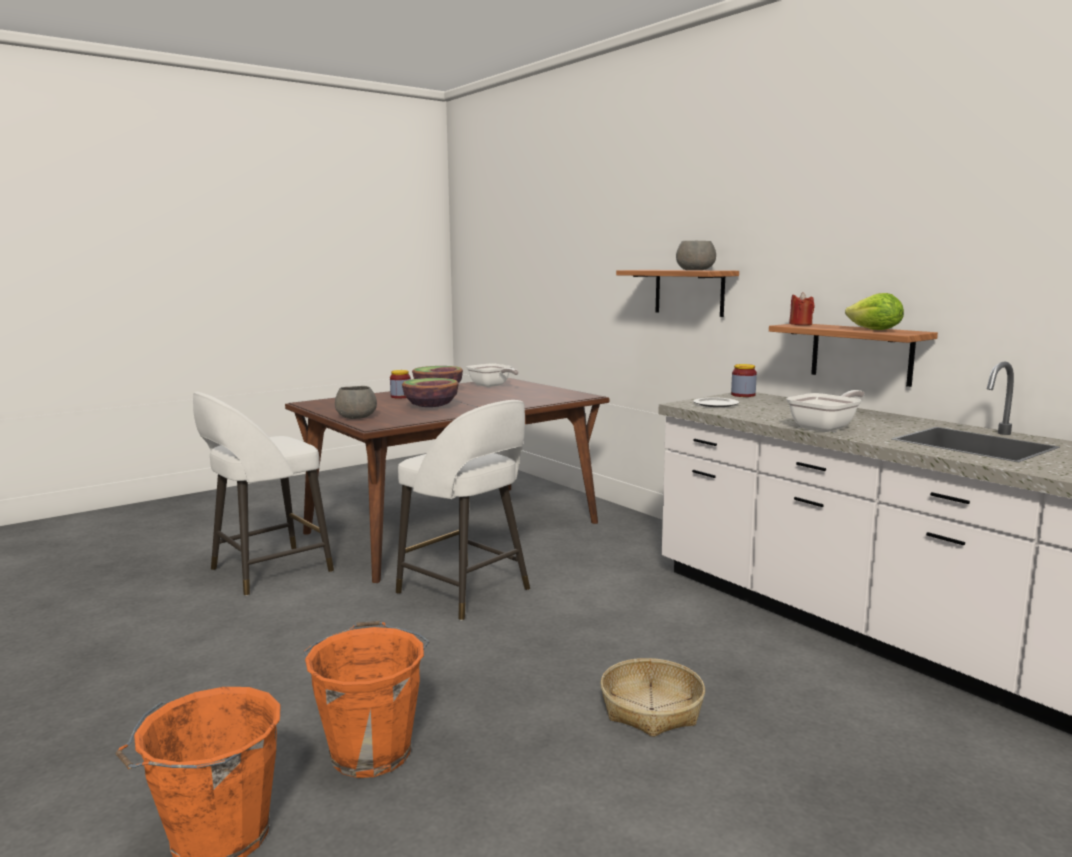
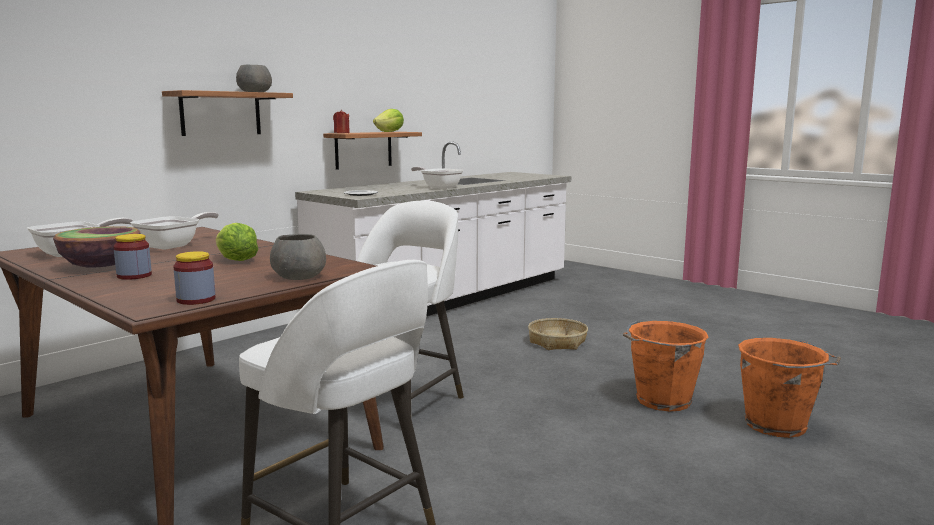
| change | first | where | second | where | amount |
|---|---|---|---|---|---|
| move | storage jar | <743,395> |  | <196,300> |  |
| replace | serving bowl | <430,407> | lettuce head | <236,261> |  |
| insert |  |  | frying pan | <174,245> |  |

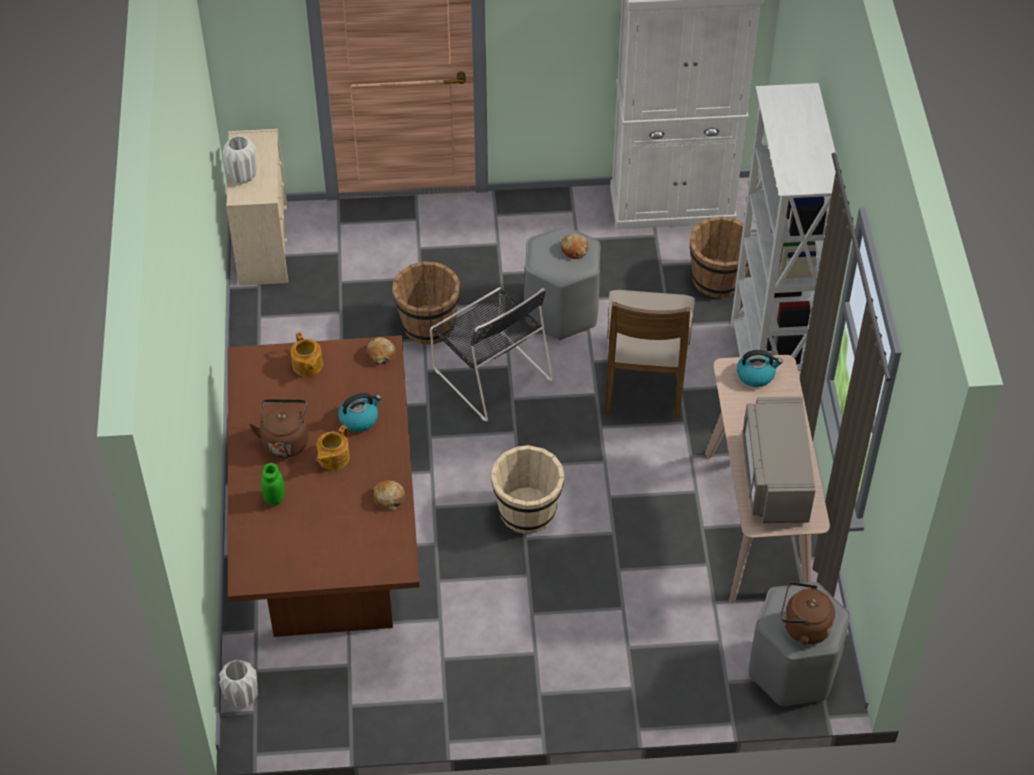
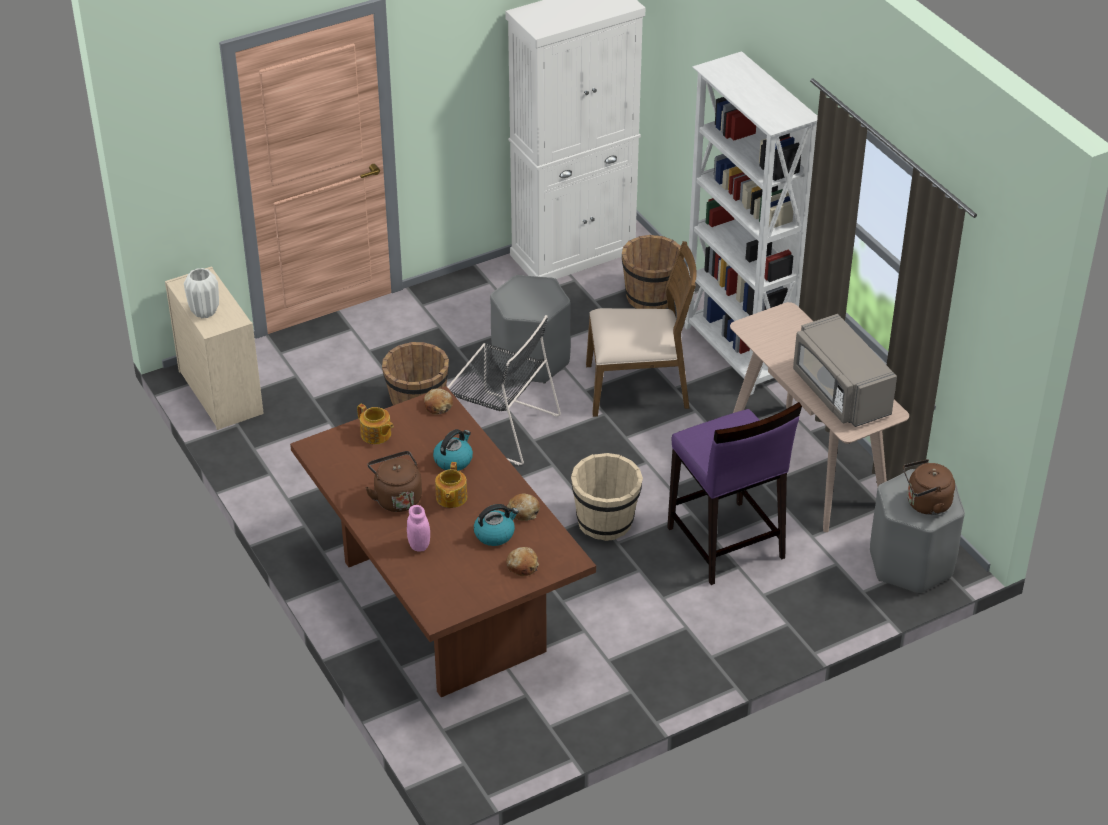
| change | first | where | second | where | amount |
|---|---|---|---|---|---|
| move | bread | <574,249> |  | <522,565> |  |
| rotate | chair (brown-coloured) | <645,376> |  | <638,387> | 75 degrees counterclockwise |
| move | kettle | <756,375> |  | <495,534> |  |
| recolor | storage jar (green-coloured) | <274,498> | storage jar (pinkish) | <419,545> |  |
| delete | flower vase (white) | <241,697> |  |  |  |
| insert |  |  | stool seat (purplish) | <725,544> |  |

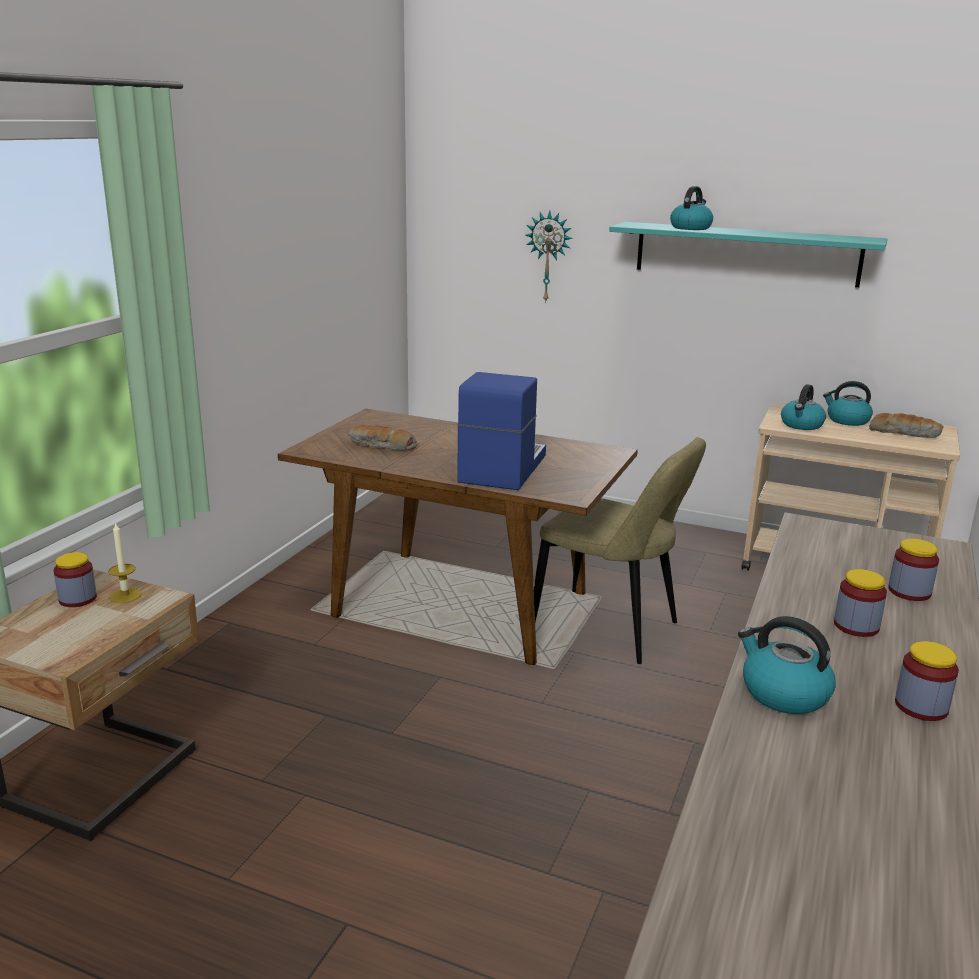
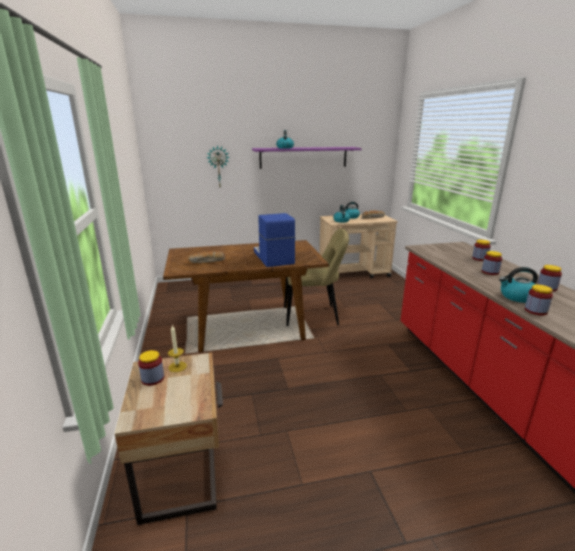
| change | first | where | second | where | amount |
|---|---|---|---|---|---|
| recolor | bracket shelf (blue-green) | <746,254> | bracket shelf (purplish) | <303,157> |  |
| insert |  |  | storage jar | <535,311> |  |

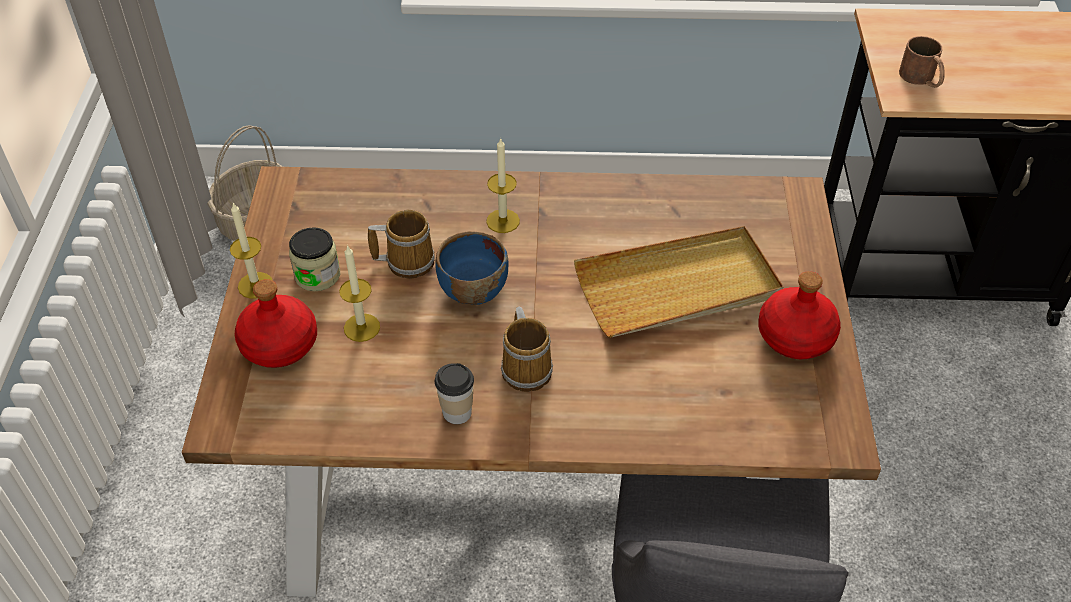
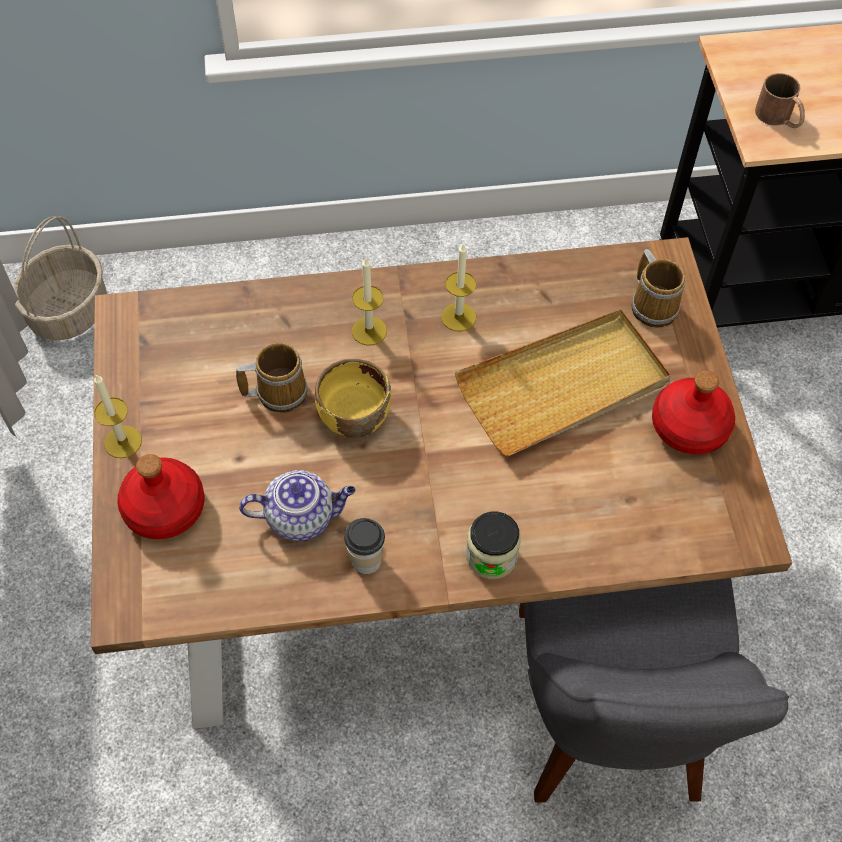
| change | first | where | second | where | amount |
|---|---|---|---|---|---|
| move | storage jar | <317,275> |  | <491,556> |  |
| recolor | serving bowl (blue) | <472,289> | serving bowl (yellow-coloured) | <353,416> |  |
| move | candle | <362,327> |  | <458,317> |  |
| move | tea mug | <527,368> |  | <654,305> |  |
| insert |  |  | teapot | <302,517> |  |

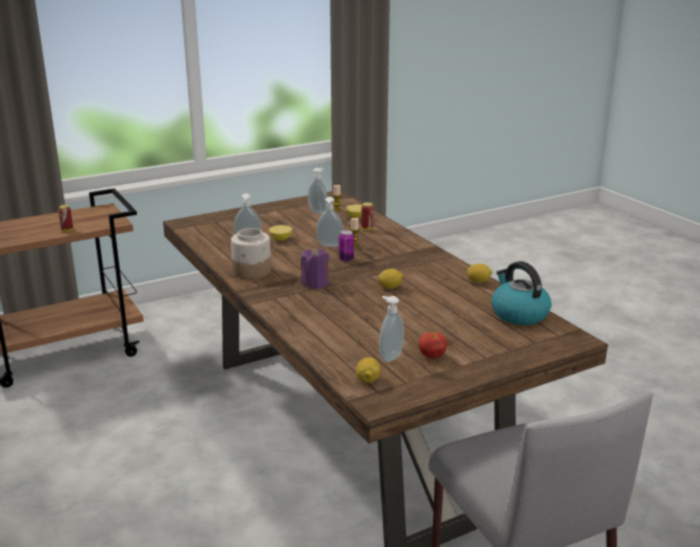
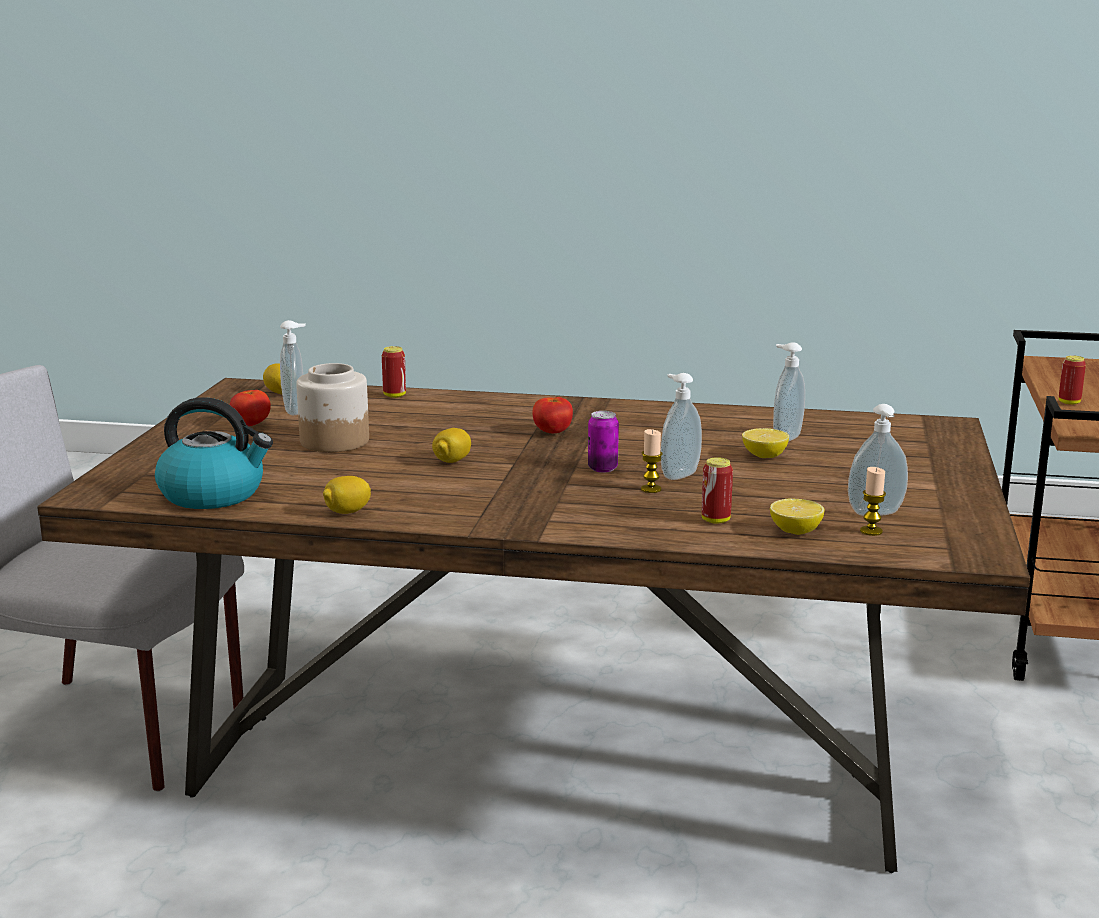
| change | first | where | second | where | amount |
|---|---|---|---|---|---|
| move | storage jar | <252,271> |  | <333,441> |  |
| replace | candle (purplish) | <315,283> | whole tomato | <552,432> |  |
| insert |  |  | metal can | <394,395> |  |

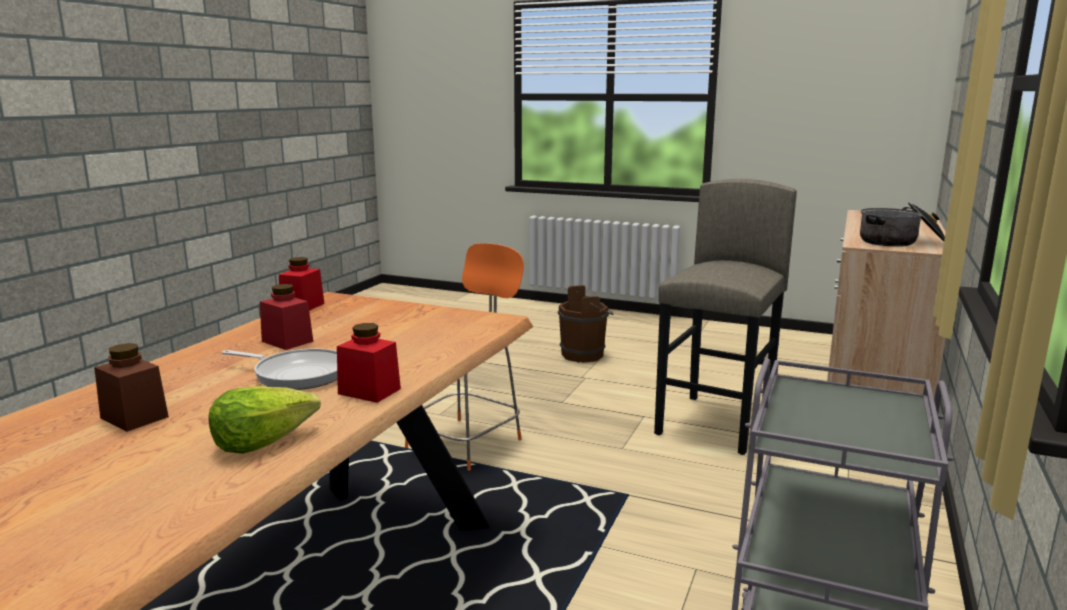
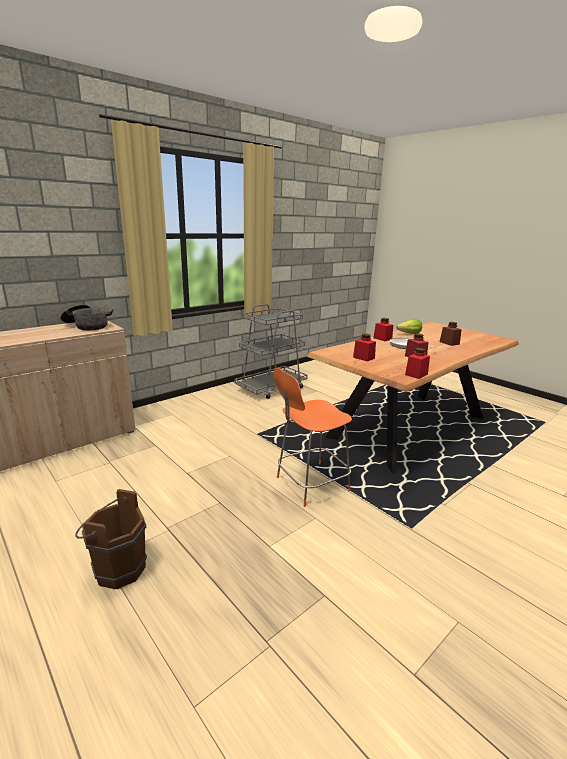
| change | first | where | second | where | amount |
|---|---|---|---|---|---|
| delete | stool seat (gray) | <716,424> |  |  |  |
| insert |  |  | storage jar (reddish) | <363,358> |  |

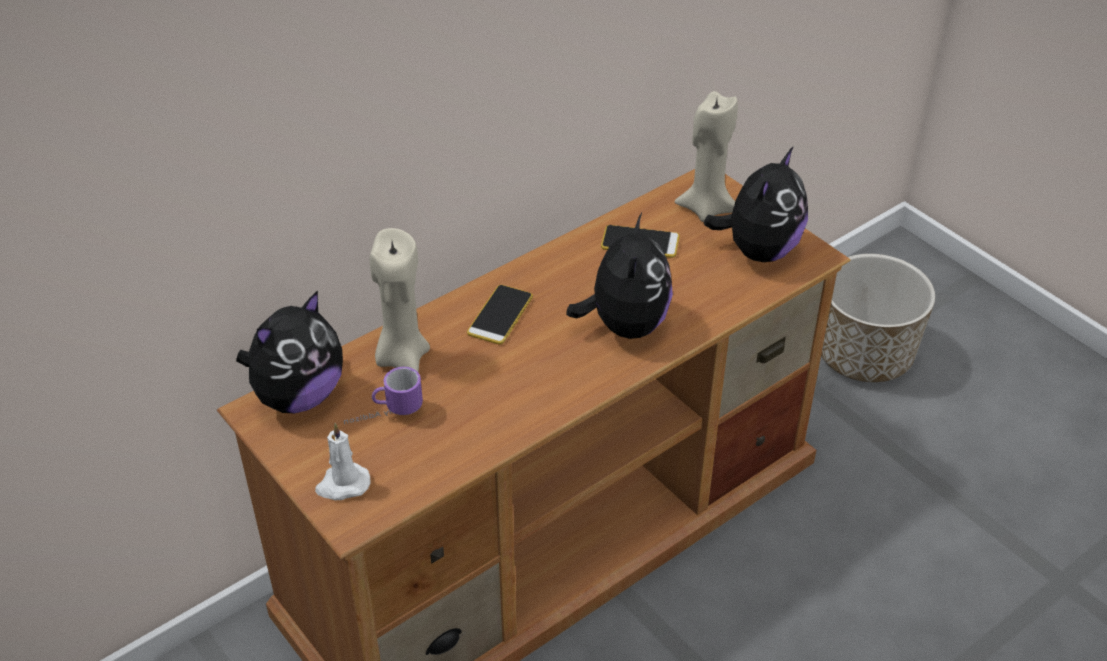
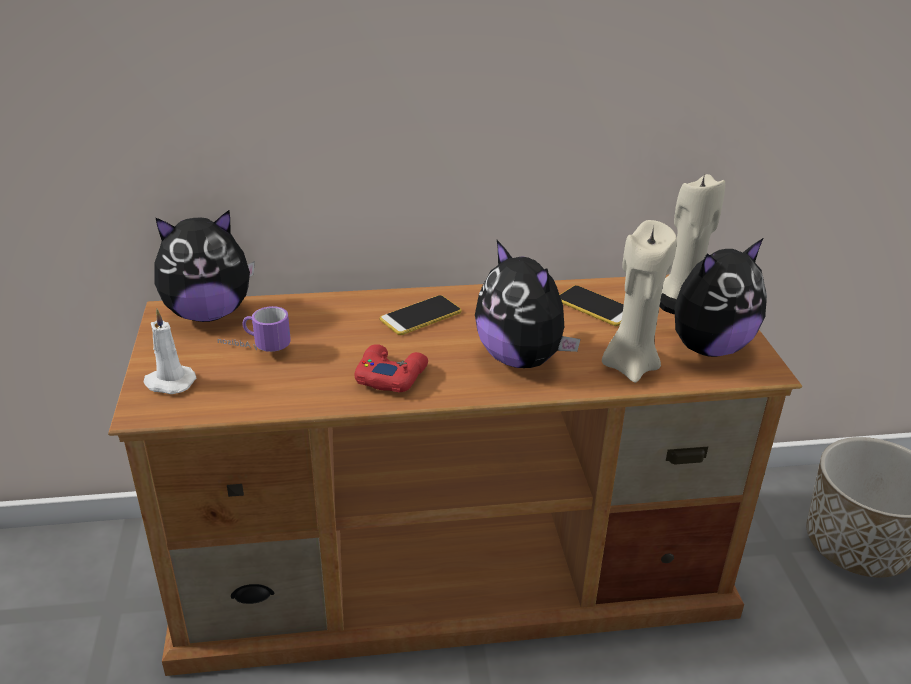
| change | first | where | second | where | amount |
|---|---|---|---|---|---|
| rotate | plush toy | <624,325> |  | <521,359> | 105 degrees clockwise |
| move | candle (sand-coloured) | <402,357> |  | <630,366> |  |
| insert |  |  | joypad (reddish) | <390,375> |  |

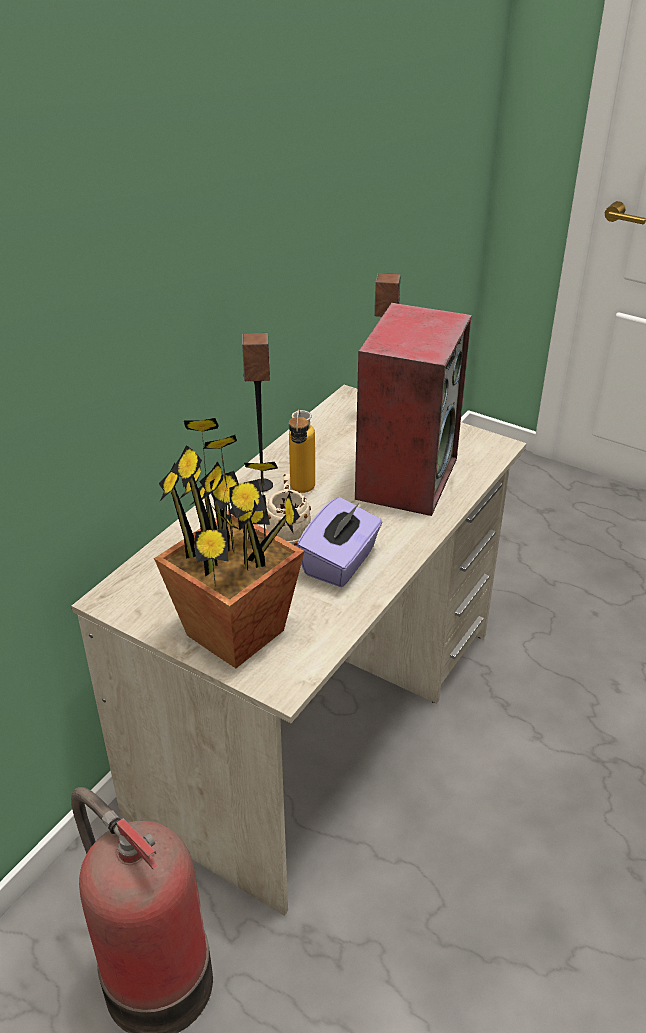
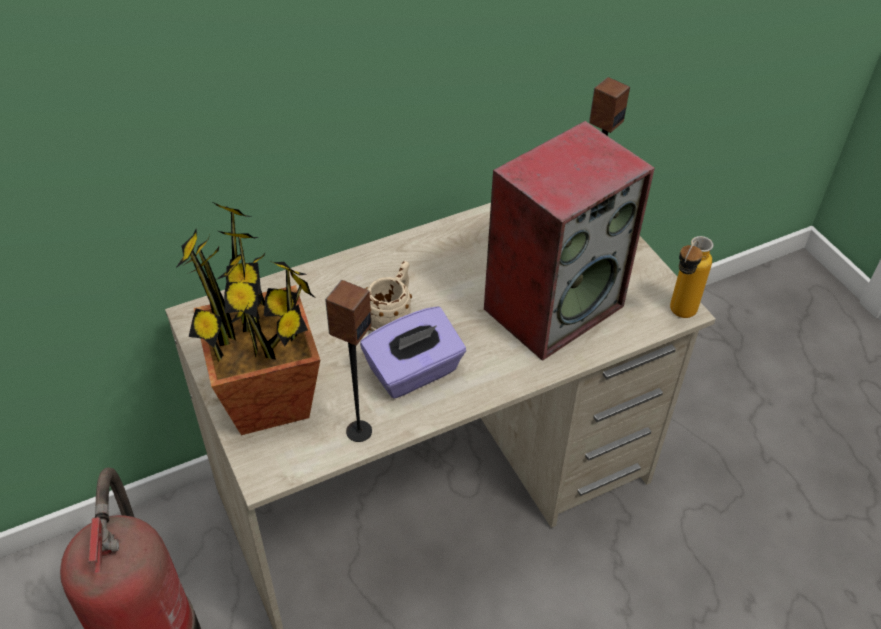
| change | first | where | second | where | amount |
|---|---|---|---|---|---|
| move | loudspeaker | <262,485> |  | <358,431> |  |
| move | bottle | <301,492> |  | <677,316> |  |

